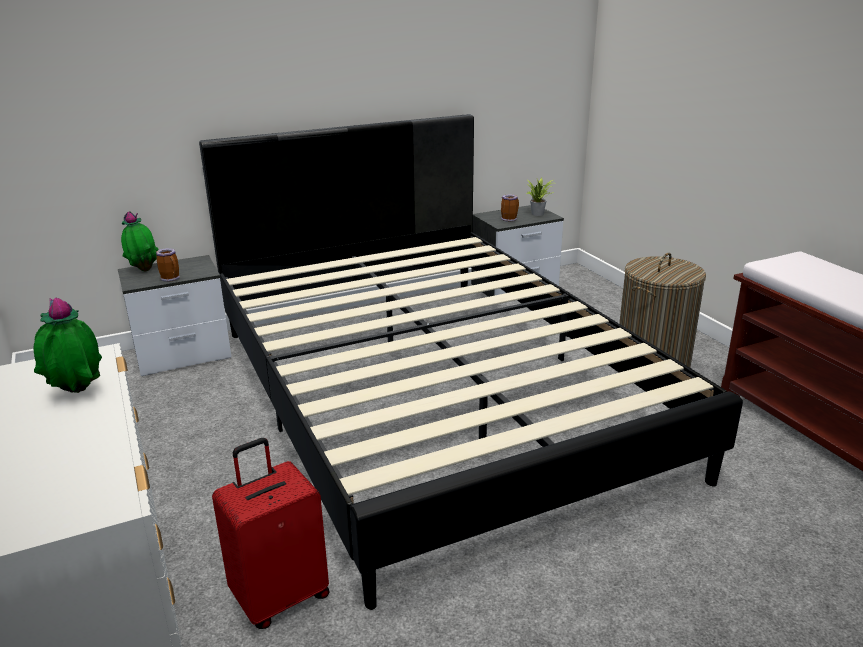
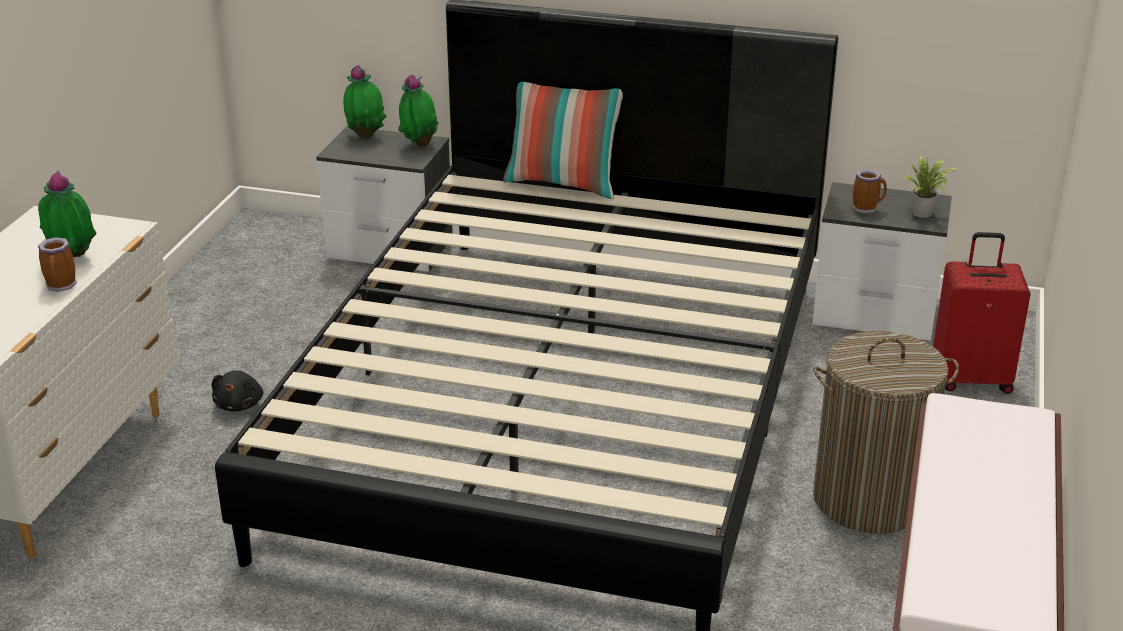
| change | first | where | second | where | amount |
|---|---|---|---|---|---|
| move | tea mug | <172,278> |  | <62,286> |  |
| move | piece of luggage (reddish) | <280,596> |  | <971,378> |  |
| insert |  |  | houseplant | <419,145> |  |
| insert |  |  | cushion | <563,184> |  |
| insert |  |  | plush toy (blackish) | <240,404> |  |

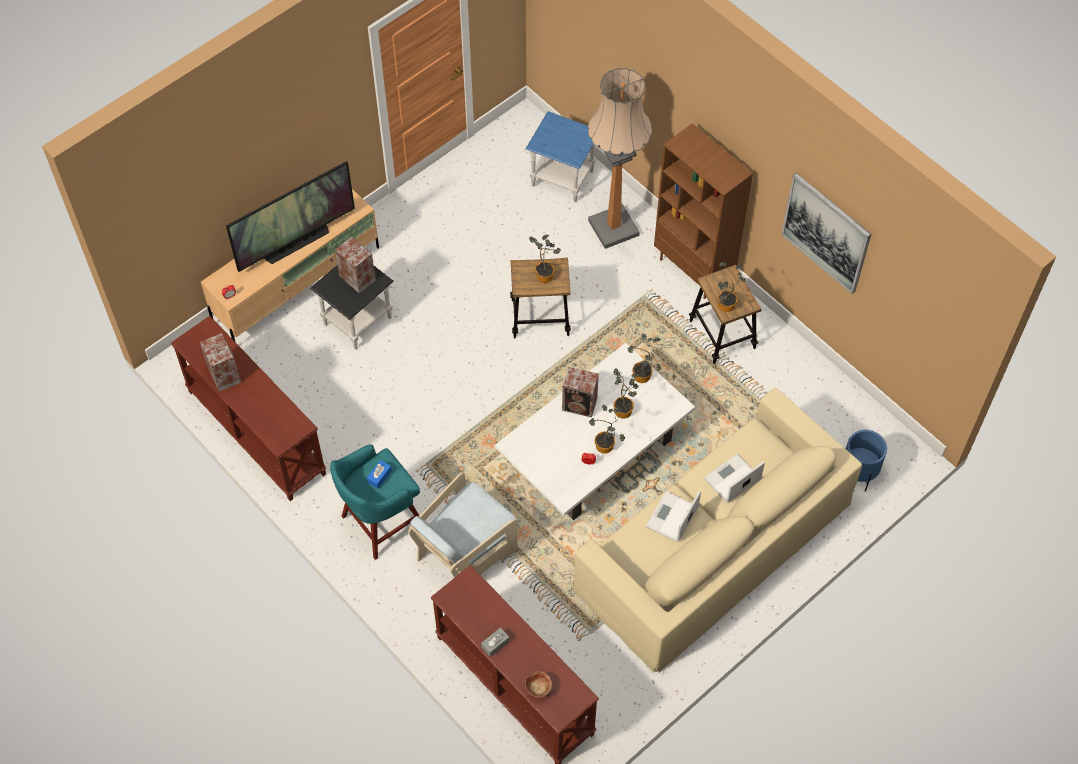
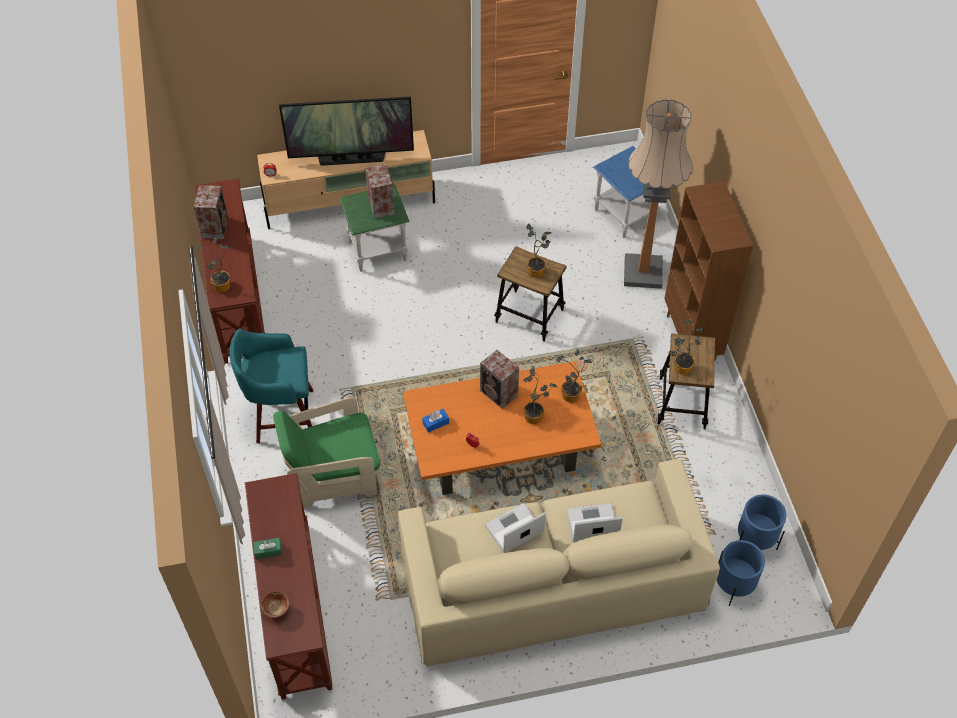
| change | first | where | second | where | amount |
|---|---|---|---|---|---|
| delete | wall art | <826,233> |  |  |  |
| recolor | side table (blackish) | <358,320> | side table (green-coloured) | <378,250> |  |
| recolor | coffee table (white) | <594,453> | coffee table (orangey) | <499,448> |  |
| move | houseplant | <606,448> |  | <222,288> |  |
| move | tissue holder (blue) | <379,476> |  | <435,423> |  |
| recolor | easy chair (sand-coloured) | <465,552> | easy chair (green-coloured) | <333,474> |  |
| recolor | tissue holder (gray) | <495,644> | tissue holder (green-coloured) | <268,551> |  |
| insert |  |  | flower pot (blue) | <755,539> |  |

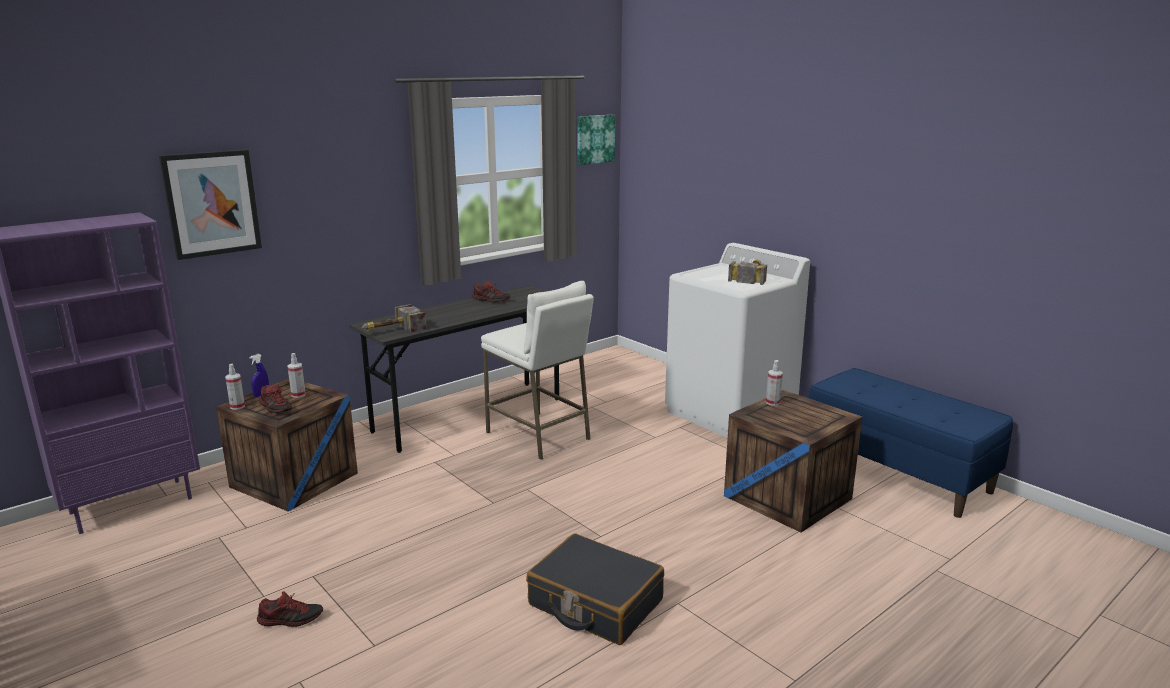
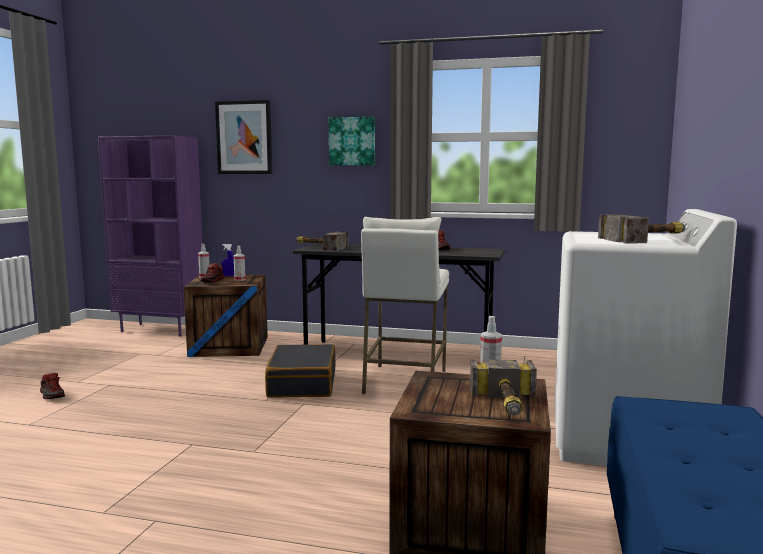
| change | first | where | second | where | amount |
|---|---|---|---|---|---|
| move | wall art | <594,139> |  | <352,141> |  |
| move | piece of luggage (blackish) | <595,603> |  | <302,383> |  |
| insert |  |  | hand hammer | <506,406> |  |

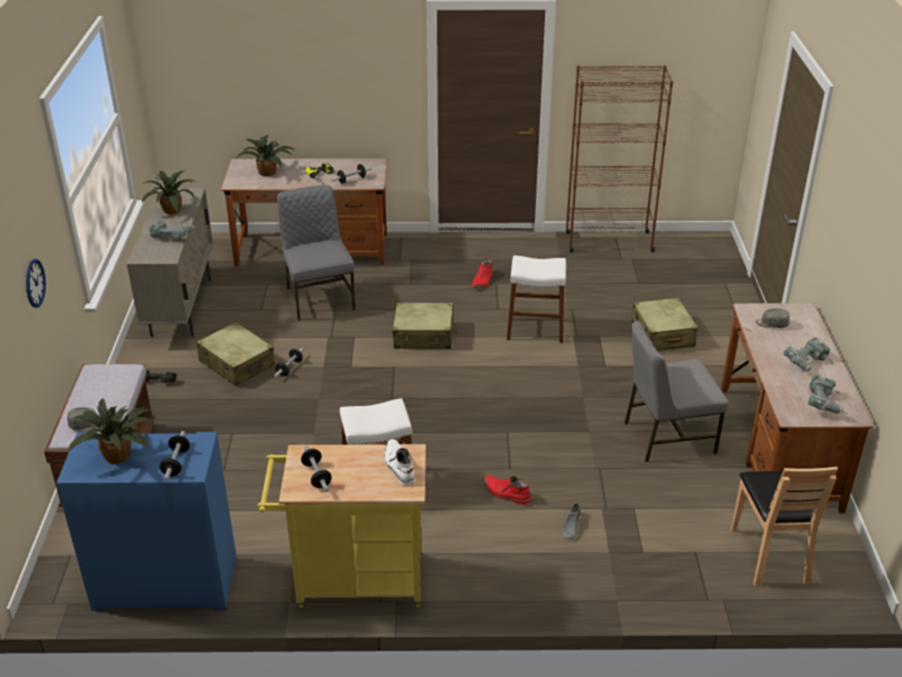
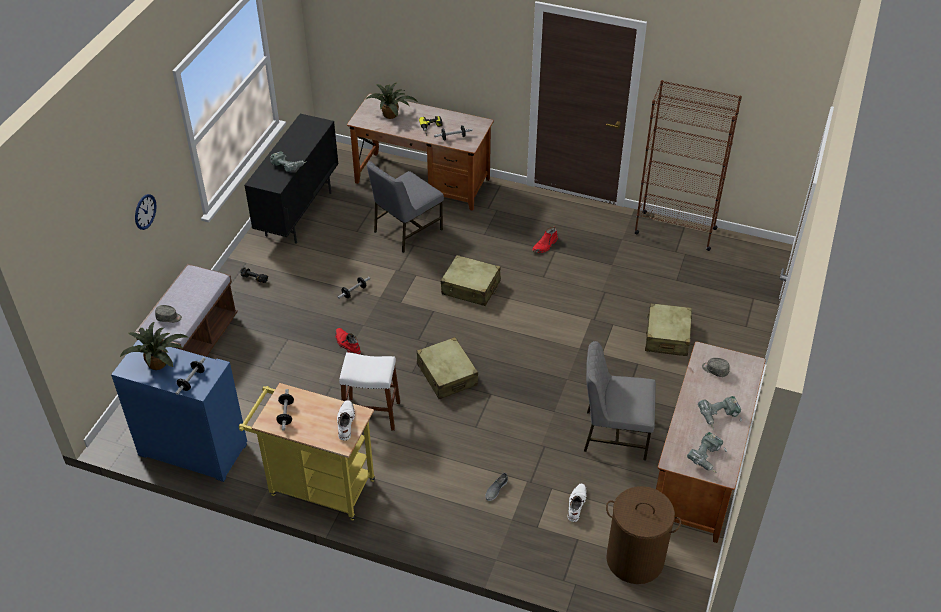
| change | first | where | second | where | amount |
|---|---|---|---|---|---|
| delete | houseplant | <173,211> |  |  |  |
| rotate | chair (gray) | <319,298> |  | <406,230> | 135 degrees counterclockwise |
| recolor | cupboard (sand-coloured) | <182,307> | cupboard (blackish) | <299,214> |  |
| delete | stool seat (white) | <535,330> |  |  |  |
| move | piece of luggage (sand-coloured) | <237,363> |  | <447,375> |  |
| replace | chair (brown-coloured) | <770,555> | washing basket (brown-coloured) | <634,559> |  |
| move | boot (reddish) | <506,493> |  | <347,344> |  |
| insert |  |  | boot (white) | <576,504> |  |

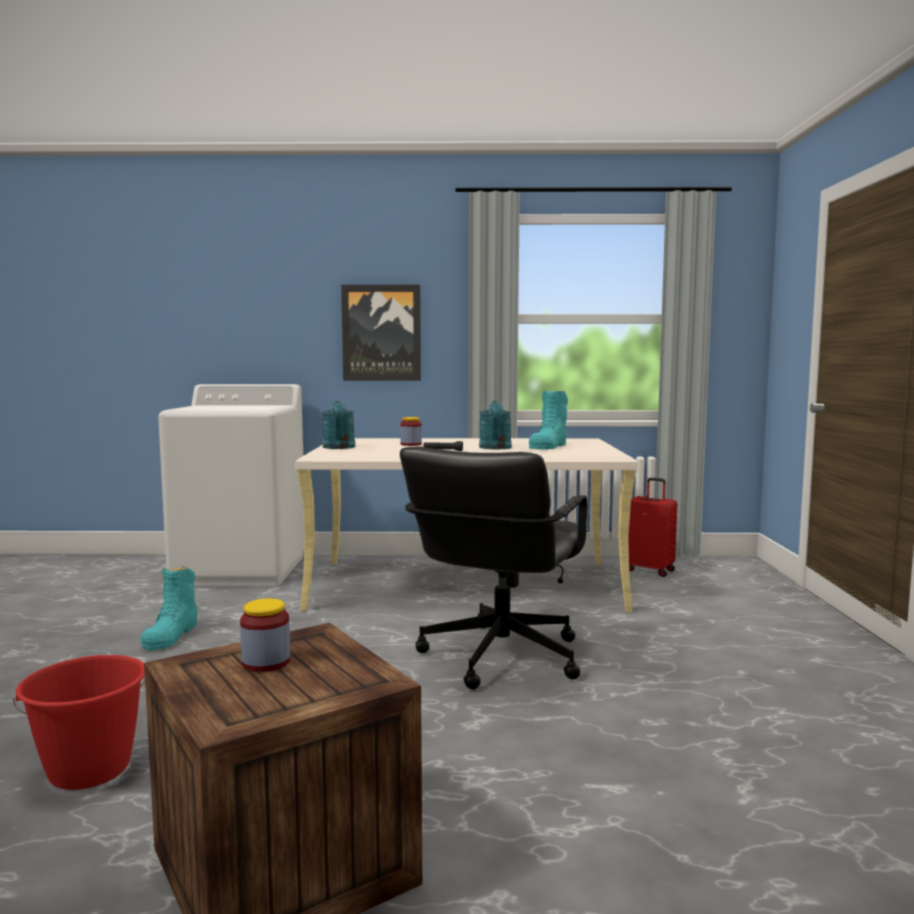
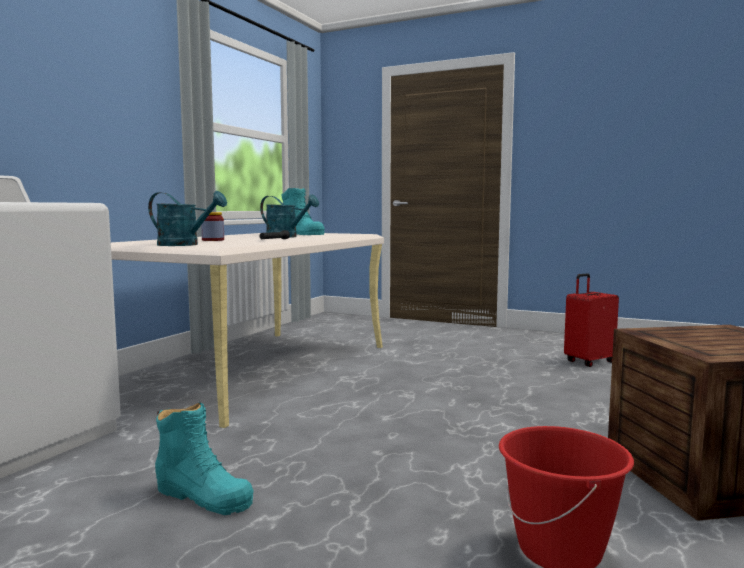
| change | first | where | second | where | amount |
|---|---|---|---|---|---|
| delete | wall art | <381,333> |  |  |  |
| delete | office chair (blackish) | <499,657> |  |  |  |
| move | piece of luggage (reddish) | <649,570> |  | <588,362> |  |
| delete | storage jar | <266,662> |  |  |  |

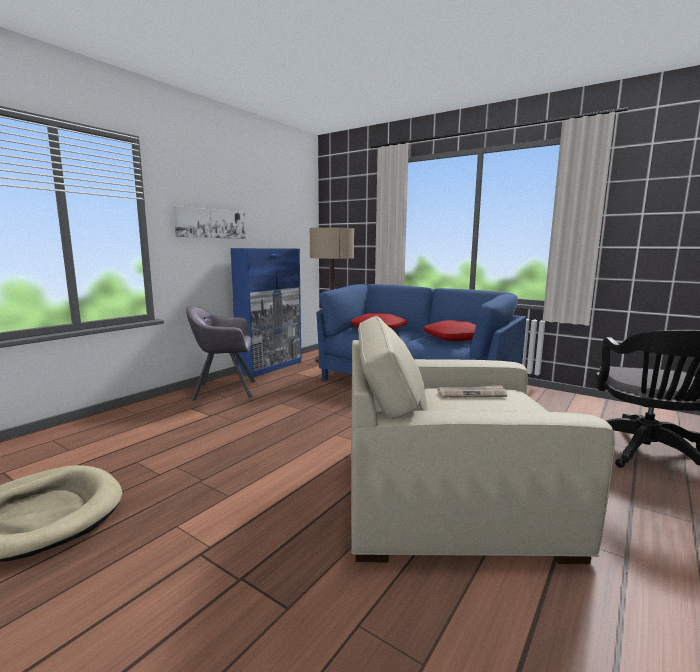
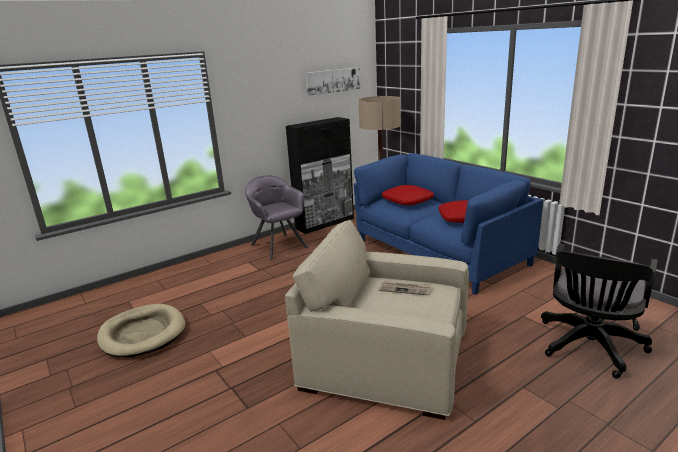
| change | first | where | second | where | amount |
|---|---|---|---|---|---|
| move | wall art | <211,223> |  | <333,81> |  |
| recolor | cupboard (blue) | <271,367> | cupboard (blackish) | <325,223> |  |
| rotate | easy chair (gray) | <224,390> |  | <279,246> | 45 degrees clockwise |

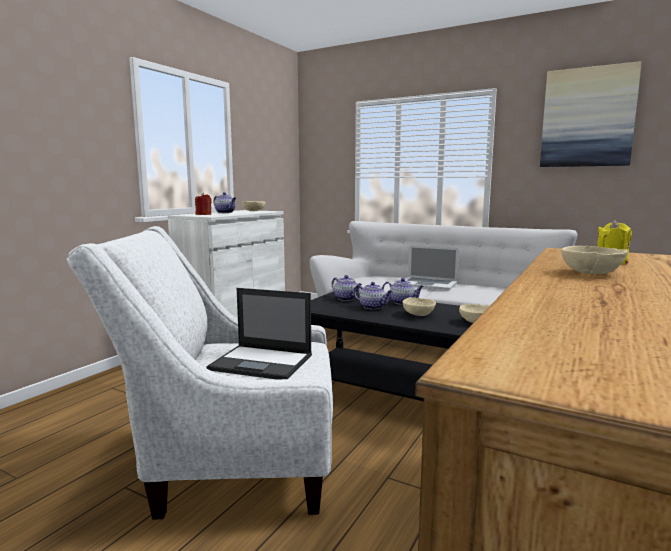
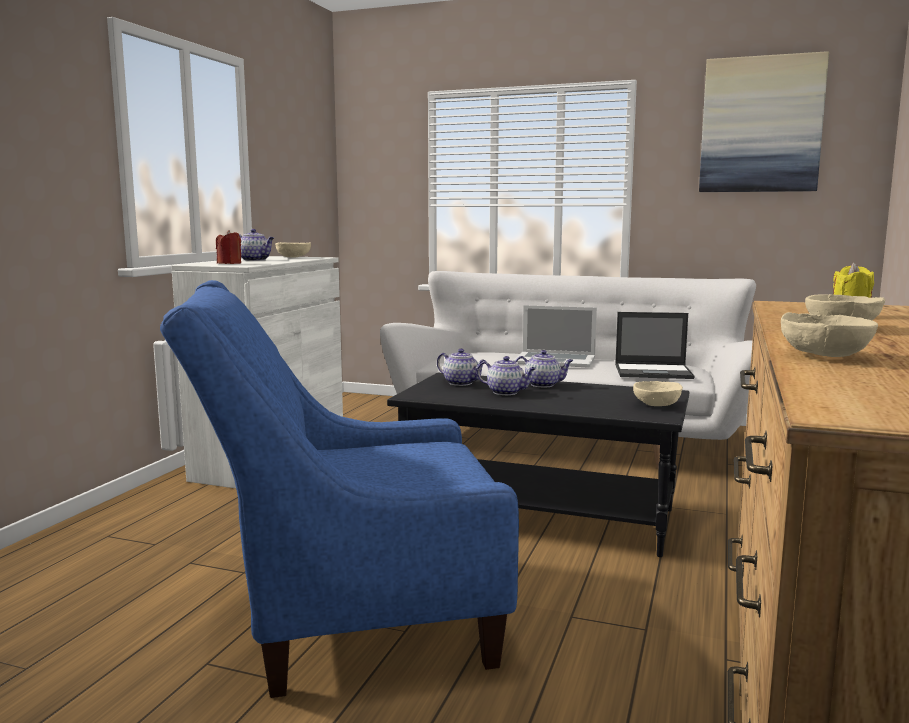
| change | first | where | second | where | amount |
|---|---|---|---|---|---|
| recolor | easy chair (white) | <232,462> | easy chair (blue) | <349,618> |  |
| move | notebook computer | <262,362> |  | <654,372> |  |
| move | serving bowl (sand-coloured) | <418,315> |  | <824,355> |  |

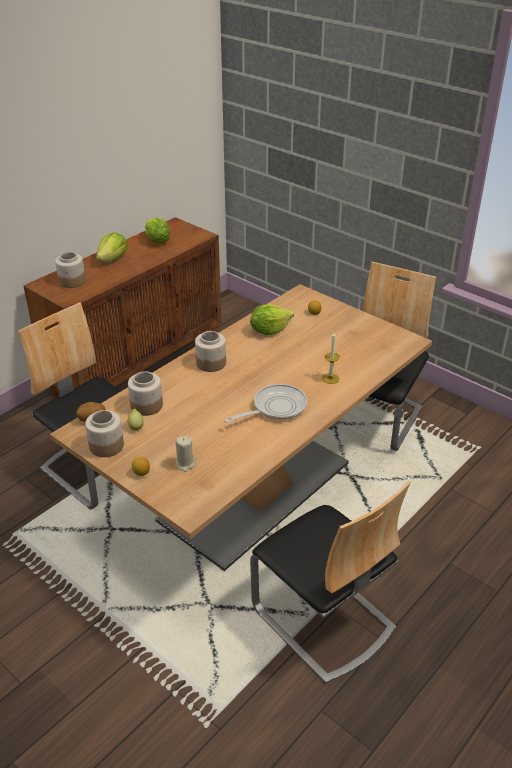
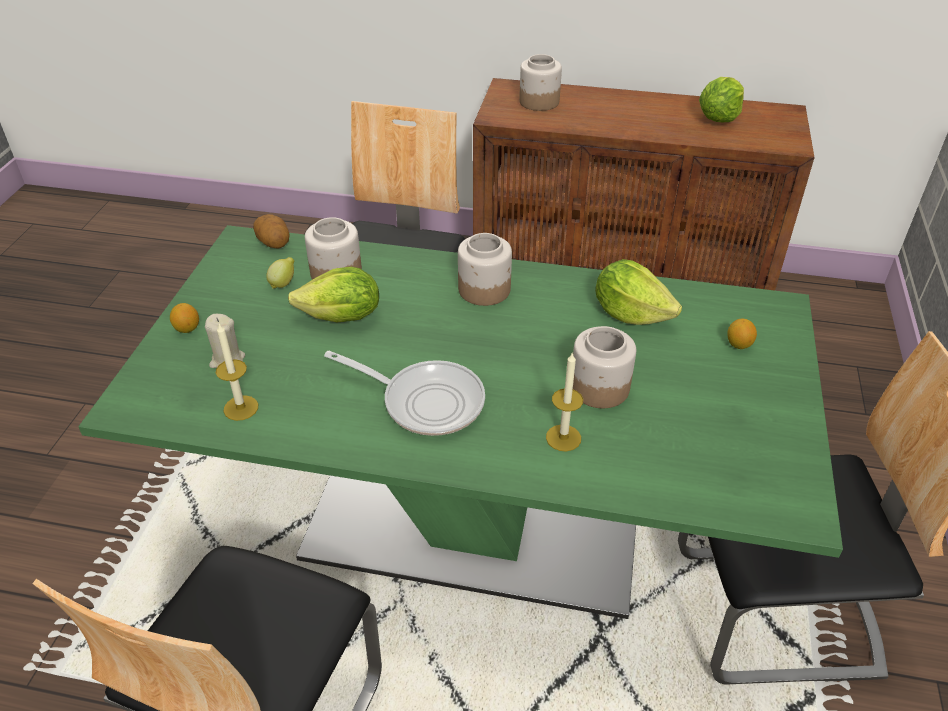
| change | first | where | second | where | amount |
|---|---|---|---|---|---|
| move | lettuce head | <113,259> |  | <342,317> |  |
| recolor | dining table (sand-coloured) | <256,492> | dining table (green-coloured) | <474,525> |  |
| move | storage jar | <106,446> |  | <598,387> |  |
| insert |  |  | candle | <241,408> |  |

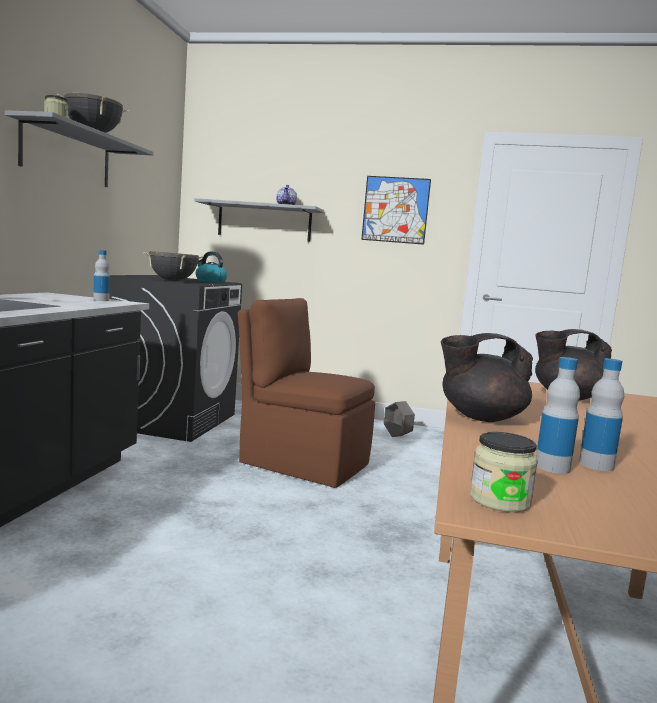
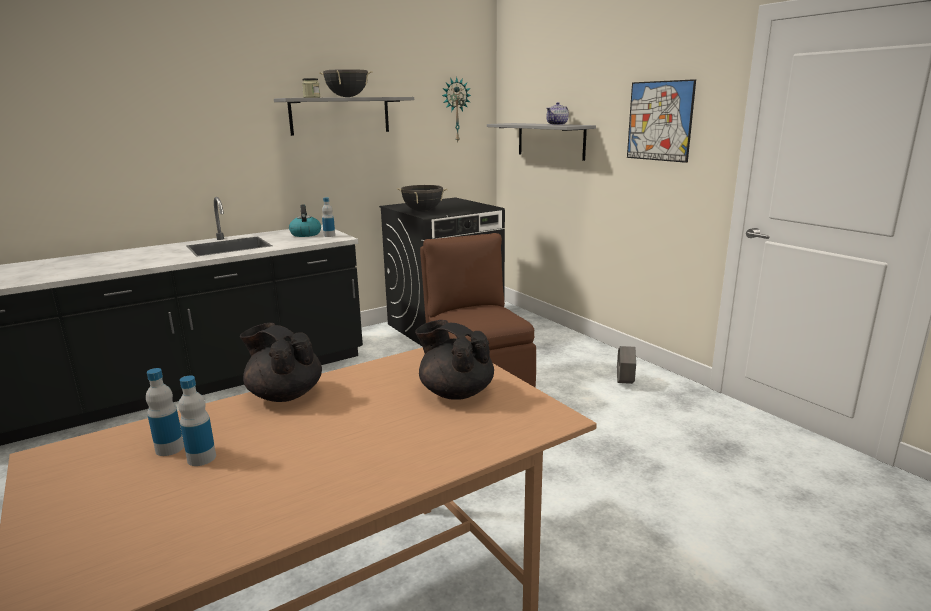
| change | first | where | second | where | amount |
|---|---|---|---|---|---|
| move | kettle | <210,281> |  | <305,234> |  |
| delete | storage jar | <499,500> |  |  |  |
| insert |  |  | hanging clock | <455,110> |  |

